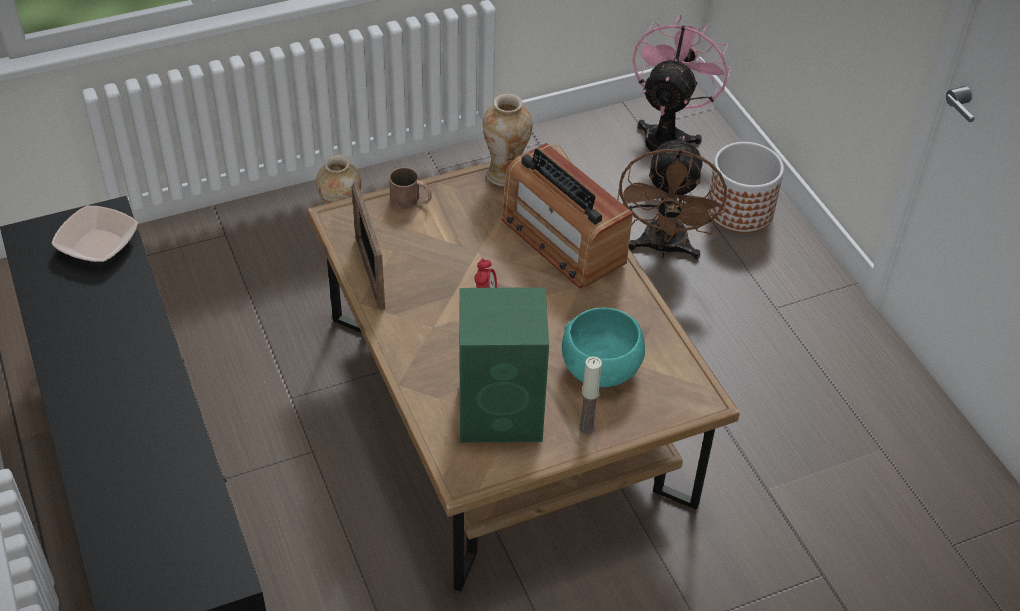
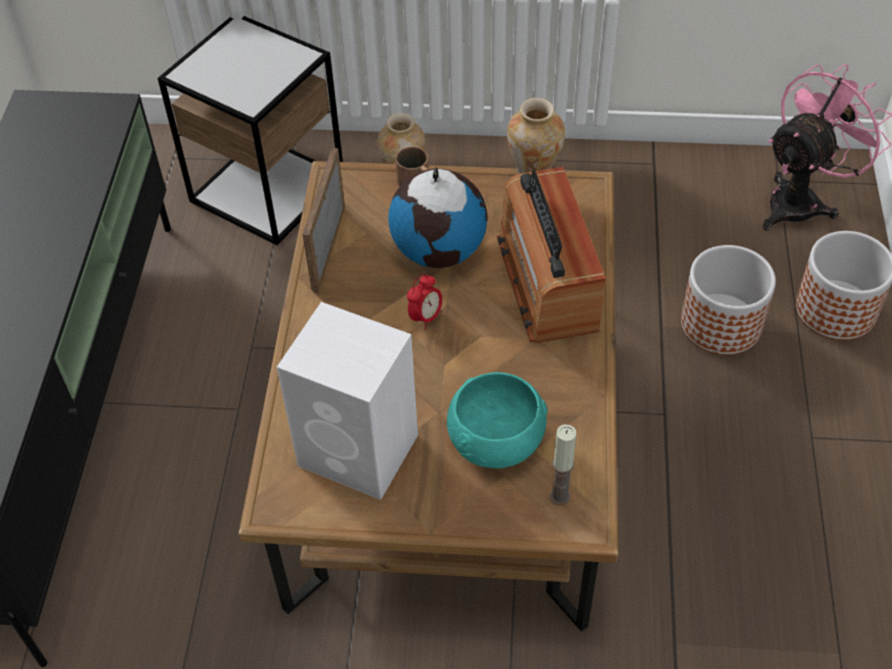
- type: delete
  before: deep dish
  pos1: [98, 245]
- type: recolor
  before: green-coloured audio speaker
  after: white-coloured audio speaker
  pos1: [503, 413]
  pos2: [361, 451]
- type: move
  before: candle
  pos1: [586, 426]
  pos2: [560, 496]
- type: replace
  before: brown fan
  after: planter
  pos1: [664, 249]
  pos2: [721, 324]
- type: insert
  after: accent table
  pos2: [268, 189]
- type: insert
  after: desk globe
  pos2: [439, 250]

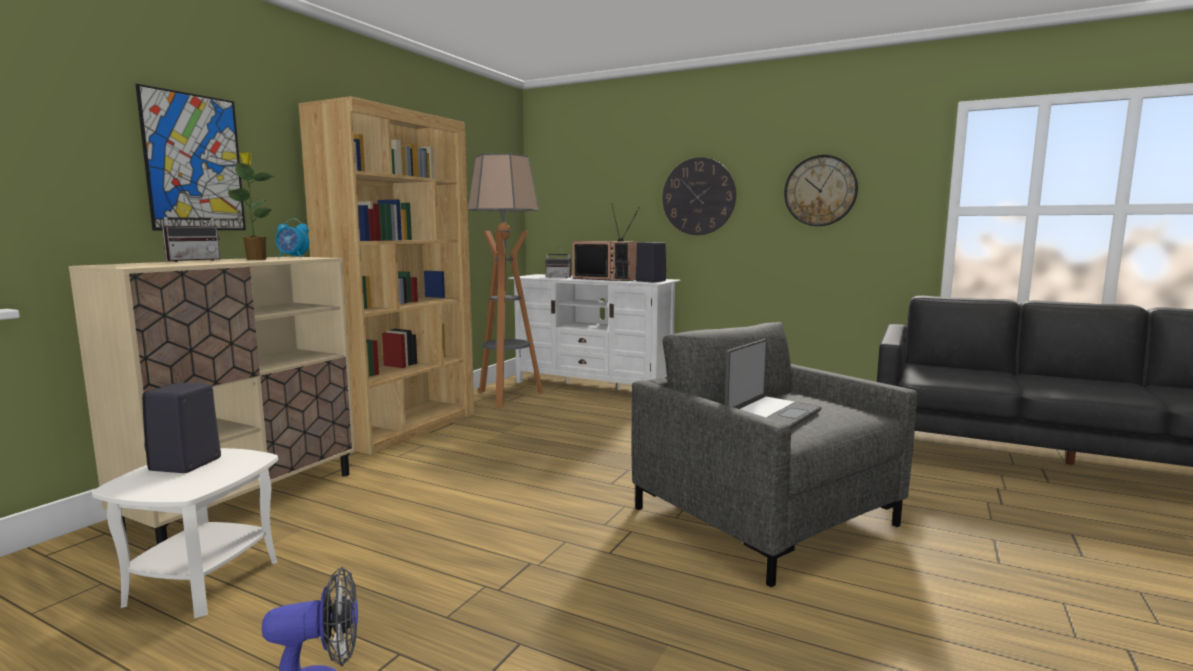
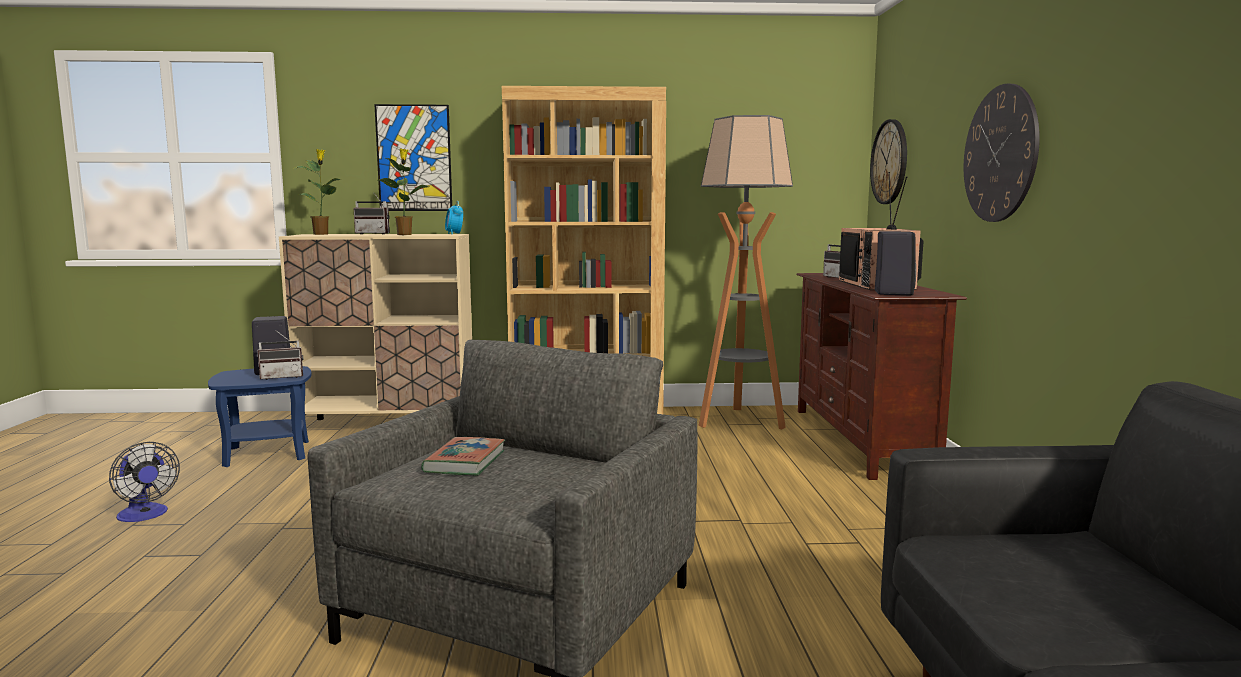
- type: recolor
  before: white-coloured accent table
  after: bluish accent table
  pos1: [203, 581]
  pos2: [267, 453]
- type: recolor
  before: white-coloured tv stand
  after: brown tv stand
  pos1: [593, 386]
  pos2: [861, 440]
- type: replace
  before: portable computer
  after: book
  pos1: [771, 414]
  pos2: [465, 462]
- type: move
  before: wall clock
  pos1: [820, 191]
  pos2: [890, 162]
- type: insert
  after: radio set
  pos2: [282, 377]
- type: insert
  after: plant in a pot
  pos2: [322, 234]

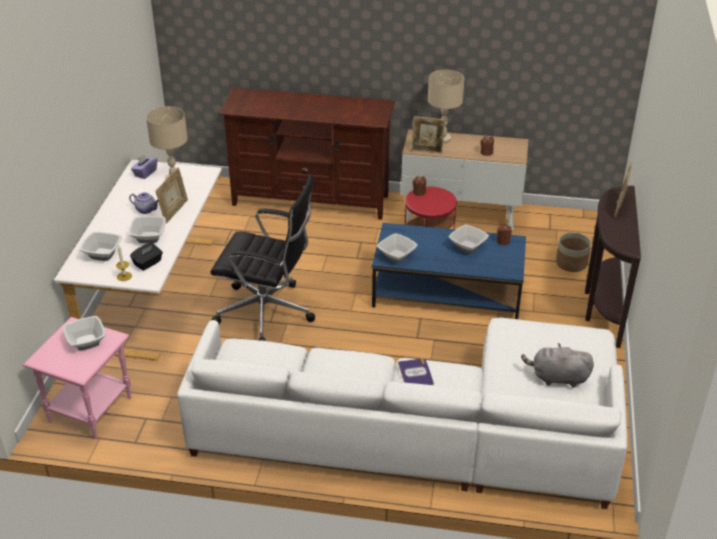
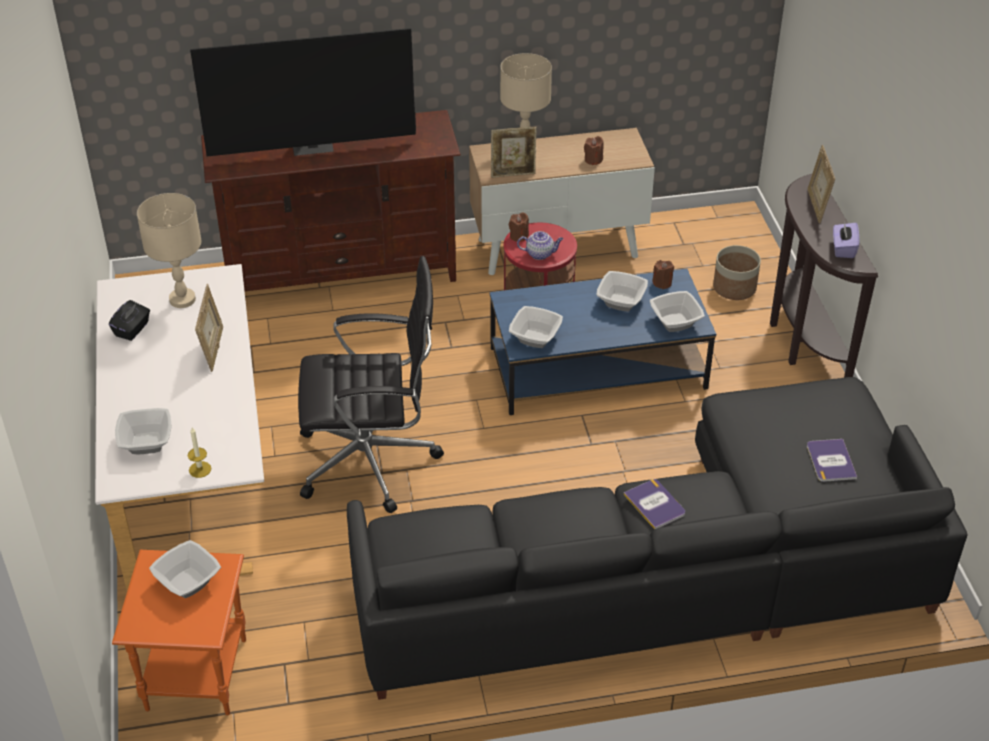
- type: recolor
  before: pinkish accent table
  after: orangey accent table
  pos1: [91, 409]
  pos2: [197, 673]
- type: move
  before: pot for tea
  pos1: [146, 210]
  pos2: [540, 254]
- type: move
  before: deep dish
  pos1: [148, 237]
  pos2: [674, 322]
- type: move
  before: black-coloured tissue holder
  pos1: [148, 263]
  pos2: [132, 329]
- type: move
  before: purple tissue holder
  pos1: [145, 173]
  pos2: [843, 249]
- type: recolor
  before: white-coloured couch
  after: black-coloured couch
  pos1: [427, 432]
  pos2: [672, 574]
- type: replace
  before: gray soft toy
  after: book
  pos1: [557, 378]
  pos2: [830, 461]
- type: insert
  after: television
  pos2: [313, 146]

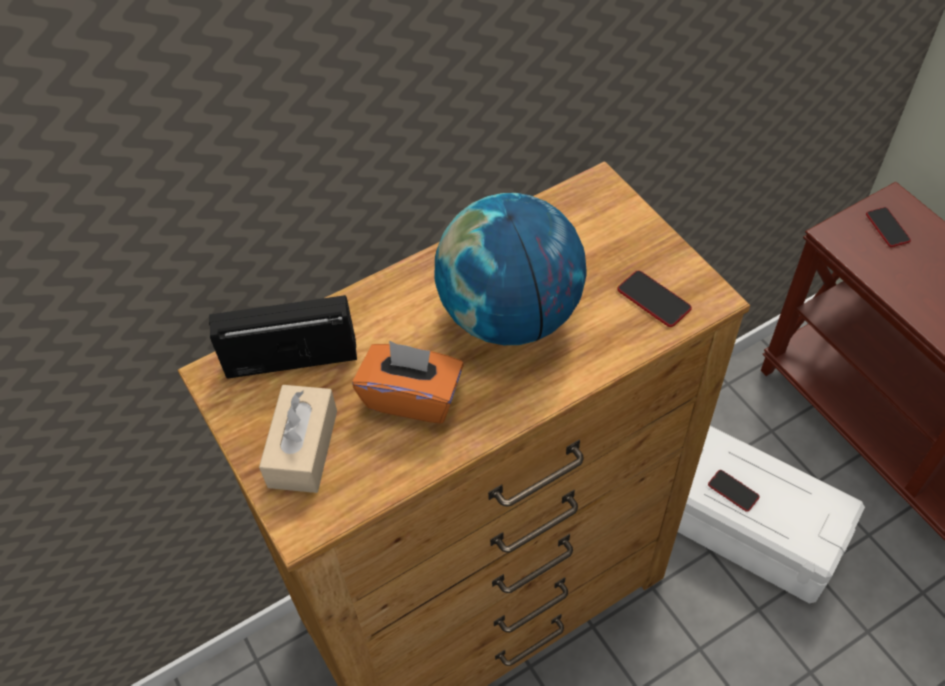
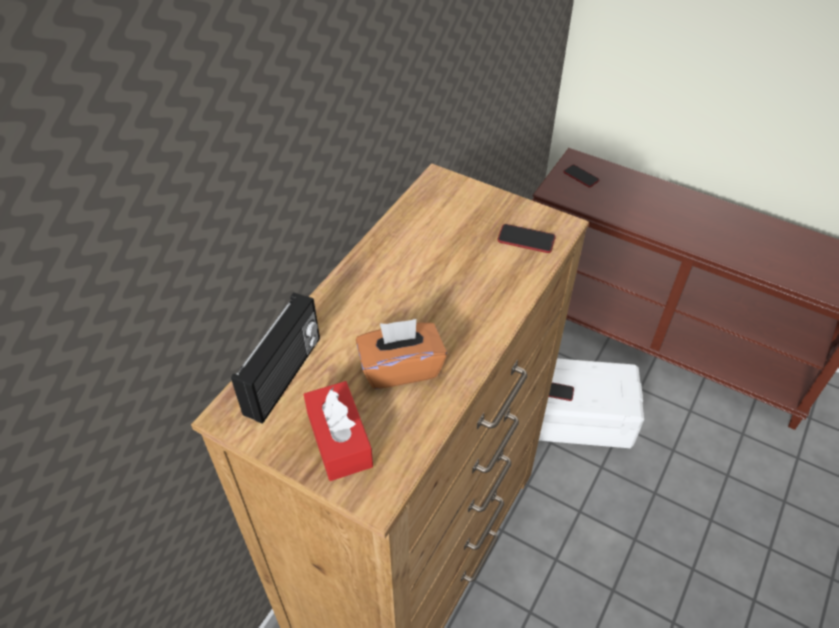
- type: rotate
  before: radio set
  pos1: [291, 357]
  pos2: [285, 376]
  turn: 150
- type: recolor
  before: beige tissue holder
  after: red tissue holder
  pos1: [303, 448]
  pos2: [339, 439]
- type: delete
  before: desk globe
  pos1: [510, 315]

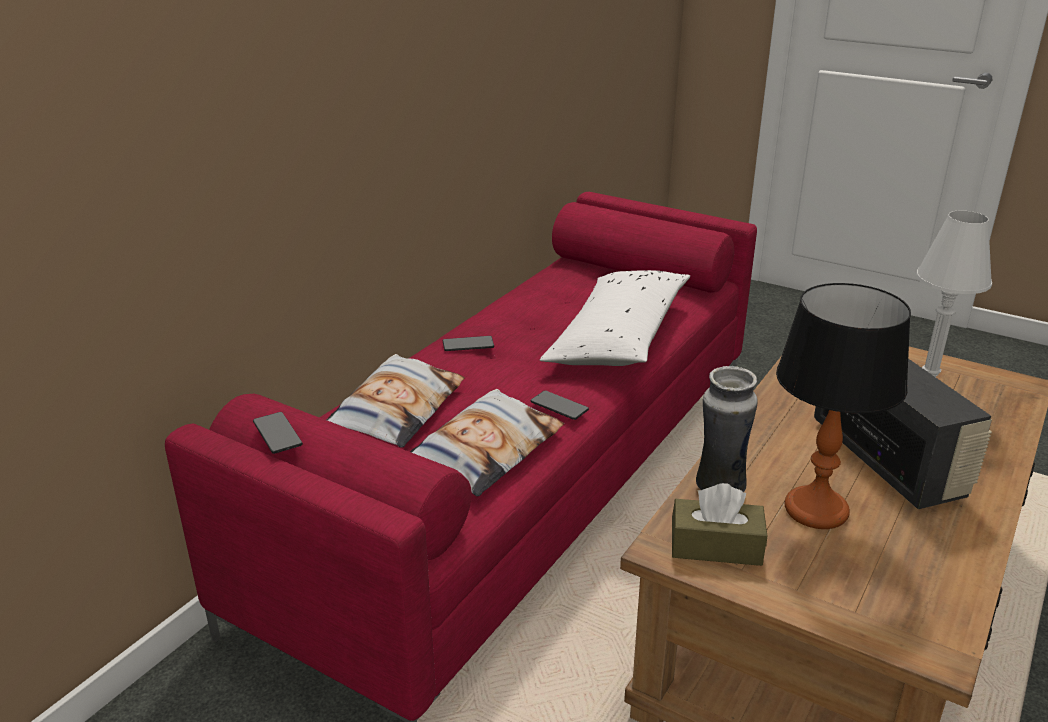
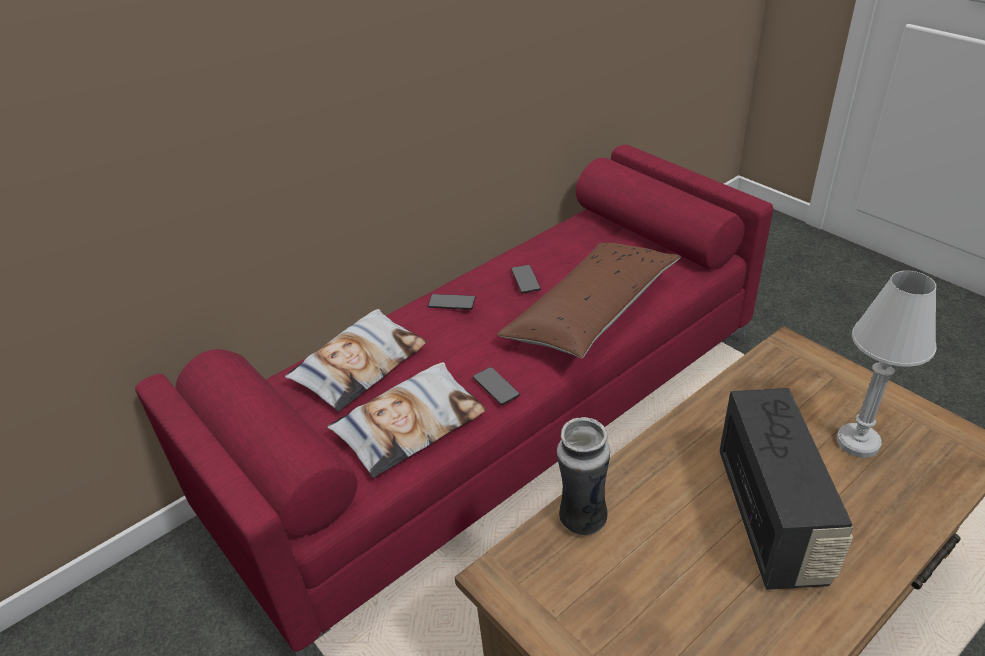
- type: move
  before: phone
  pos1: [277, 434]
  pos2: [525, 279]
- type: recolor
  before: white-coloured throw pillow
  after: brown throw pillow
  pos1: [618, 337]
  pos2: [591, 313]
- type: delete
  before: brown tissue holder
  pos1: [716, 546]
- type: delete
  before: tabletop lamp
  pos1: [817, 510]

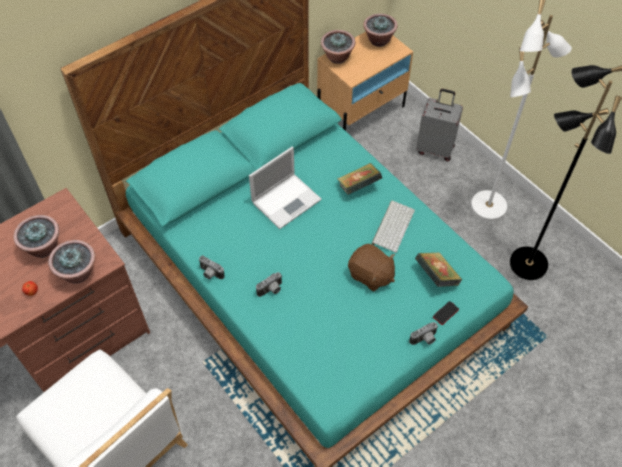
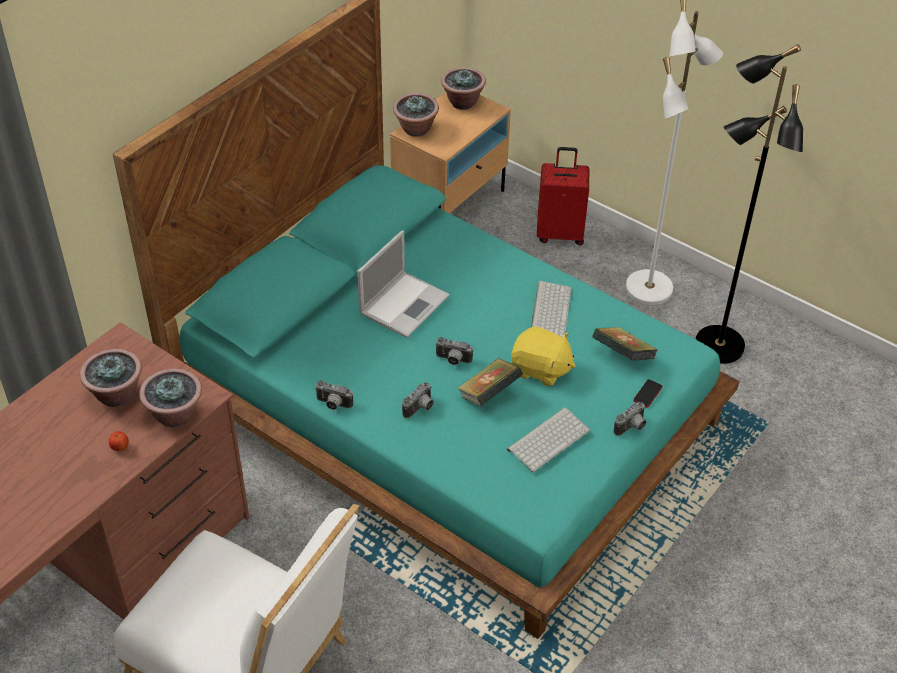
- type: move
  before: book
  pos1: [358, 186]
  pos2: [489, 394]
- type: recolor
  before: brown soft toy
  after: yellowish soft toy
  pos1: [370, 275]
  pos2: [540, 369]
- type: recolor
  before: gray suitcase
  after: red suitcase
  pos1: [435, 149]
  pos2: [560, 233]
- type: insert
  after: photo camera
  pos2: [452, 360]
- type: insert
  after: PC keyboard
  pos2: [548, 438]

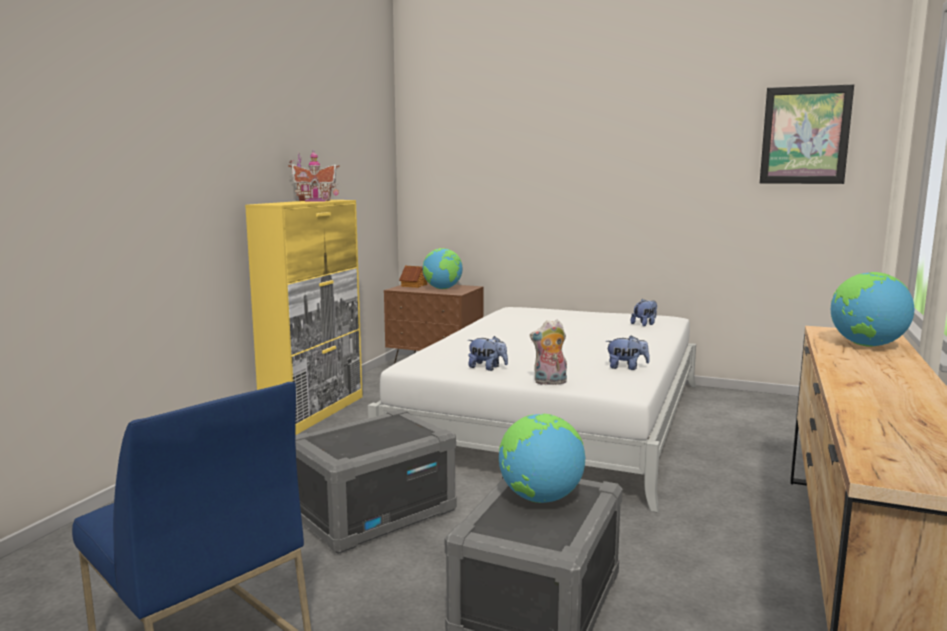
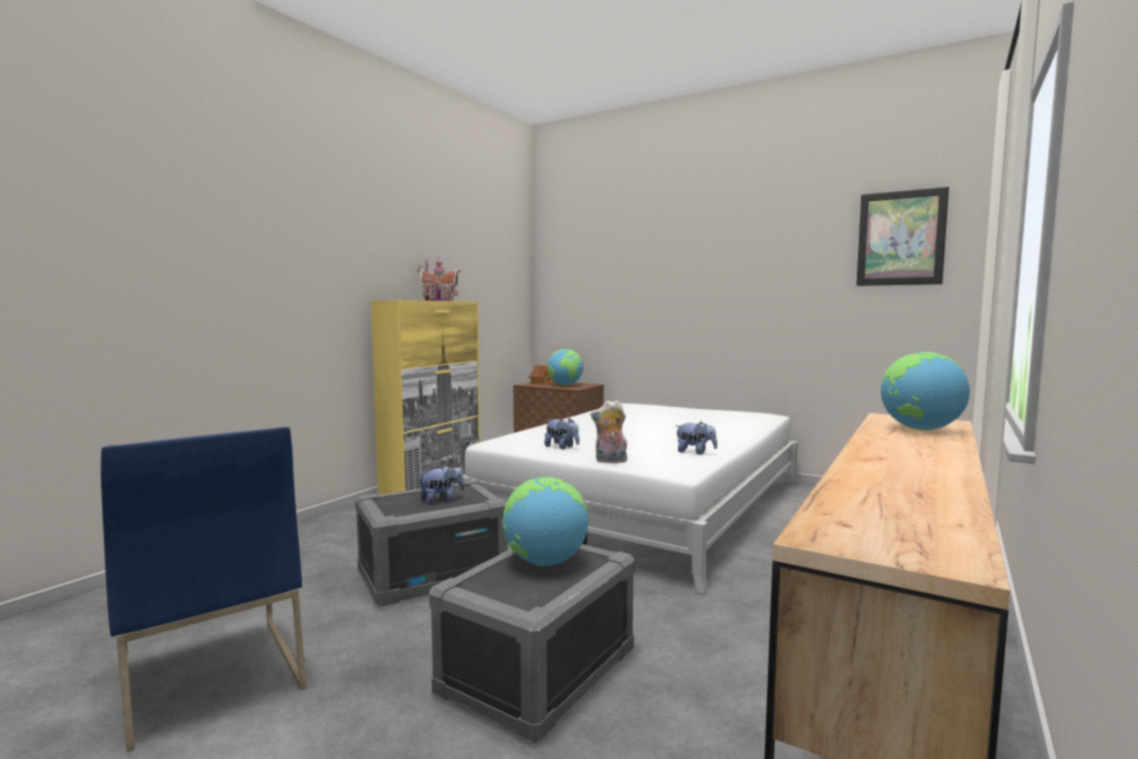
- type: move
  before: soft toy
  pos1: [644, 324]
  pos2: [441, 500]

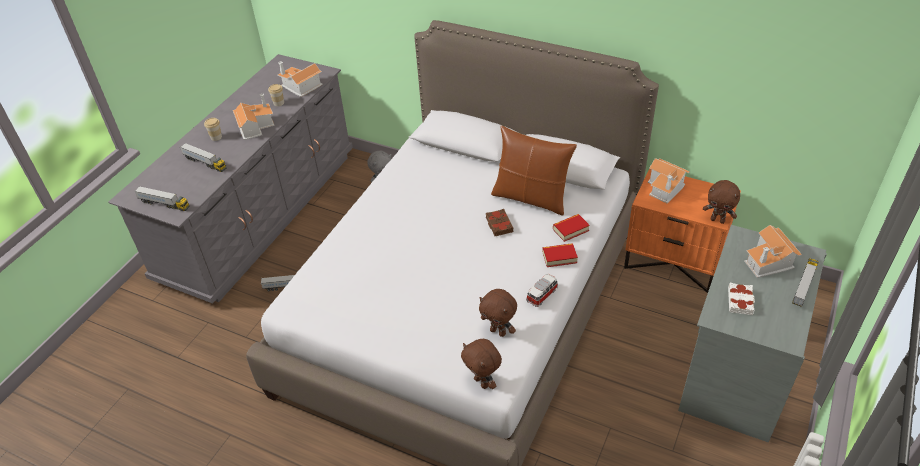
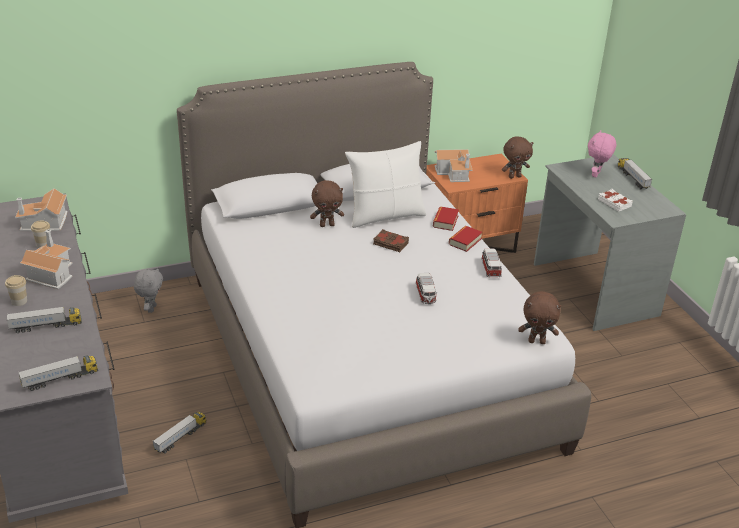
- type: move
  before: brown soft toy
  pos1: [498, 331]
  pos2: [327, 225]
- type: recolor
  before: brown throw pillow
  after: white-coloured throw pillow
  pos1: [531, 198]
  pos2: [385, 216]
- type: replace
  before: toy house
  after: pinkish soft toy
  pos1: [769, 262]
  pos2: [596, 175]
- type: insert
  after: toy car
  pos2: [425, 295]

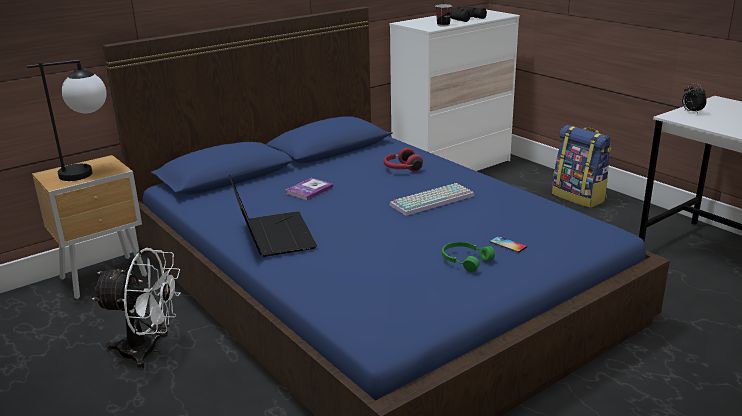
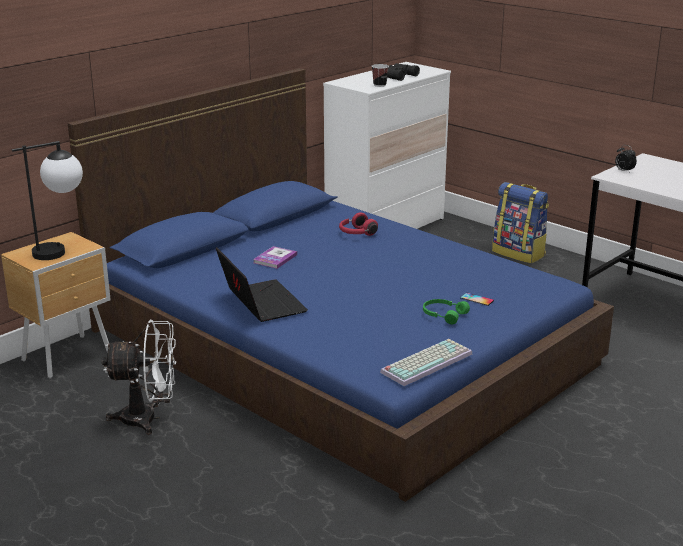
- type: move
  before: PC keyboard
  pos1: [432, 199]
  pos2: [426, 362]

